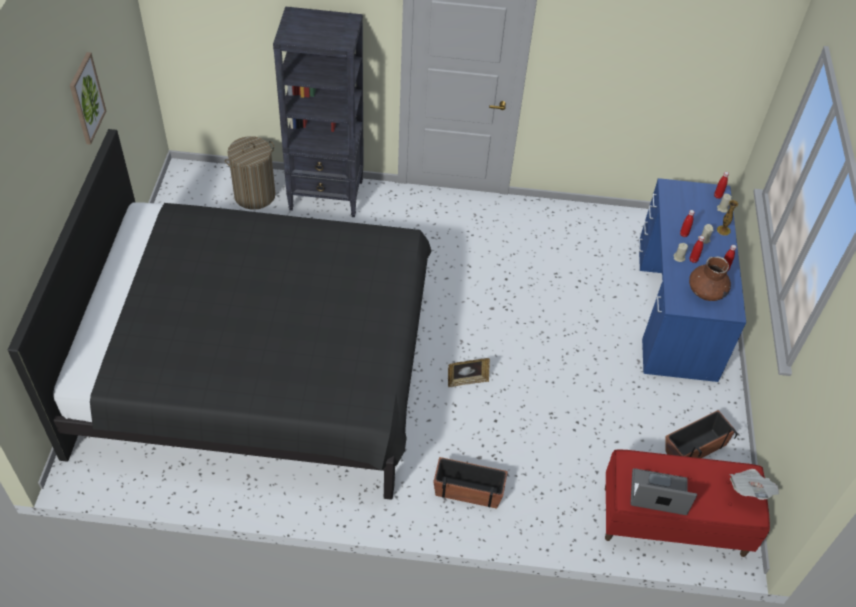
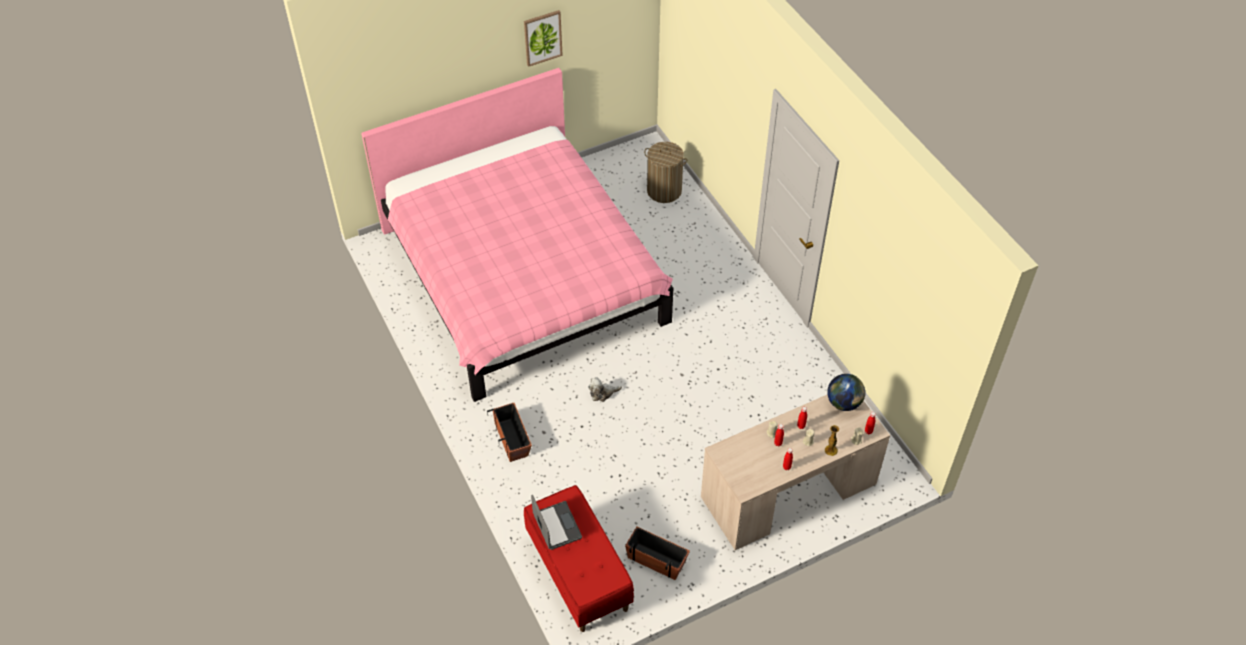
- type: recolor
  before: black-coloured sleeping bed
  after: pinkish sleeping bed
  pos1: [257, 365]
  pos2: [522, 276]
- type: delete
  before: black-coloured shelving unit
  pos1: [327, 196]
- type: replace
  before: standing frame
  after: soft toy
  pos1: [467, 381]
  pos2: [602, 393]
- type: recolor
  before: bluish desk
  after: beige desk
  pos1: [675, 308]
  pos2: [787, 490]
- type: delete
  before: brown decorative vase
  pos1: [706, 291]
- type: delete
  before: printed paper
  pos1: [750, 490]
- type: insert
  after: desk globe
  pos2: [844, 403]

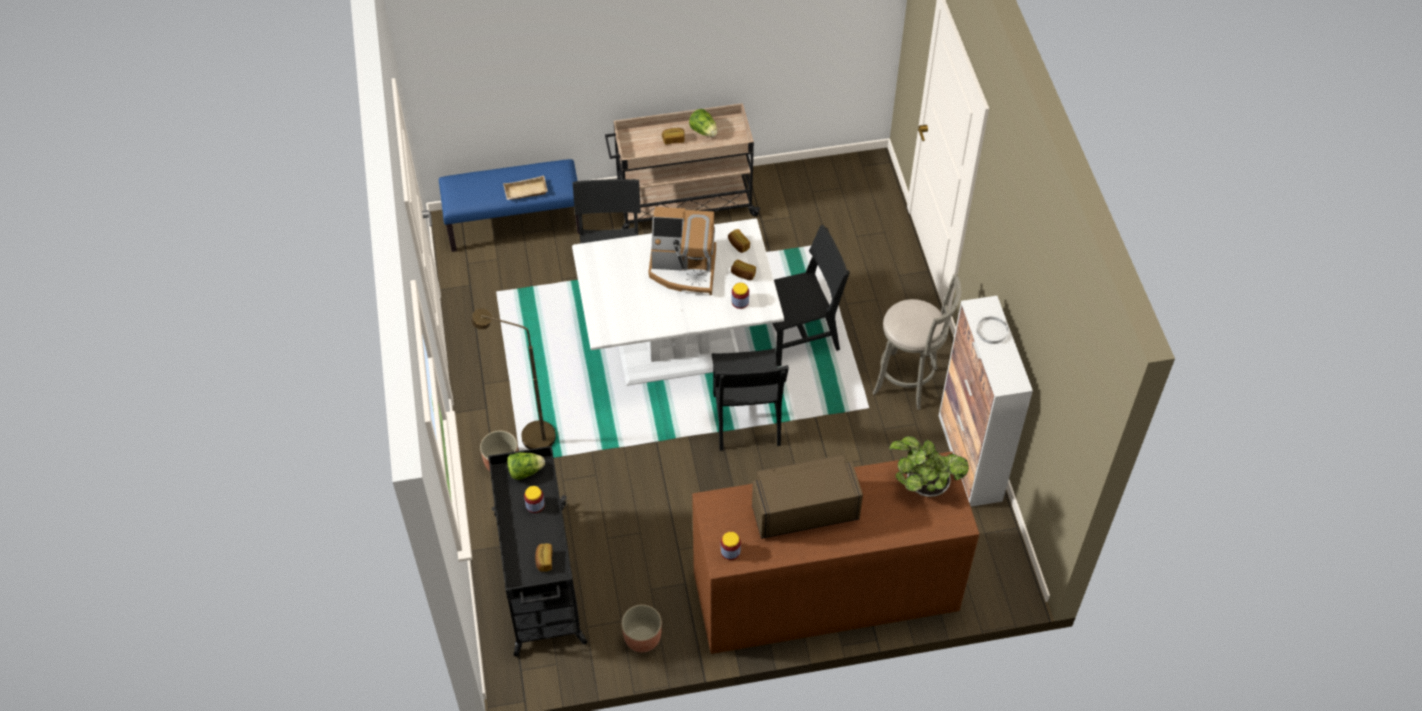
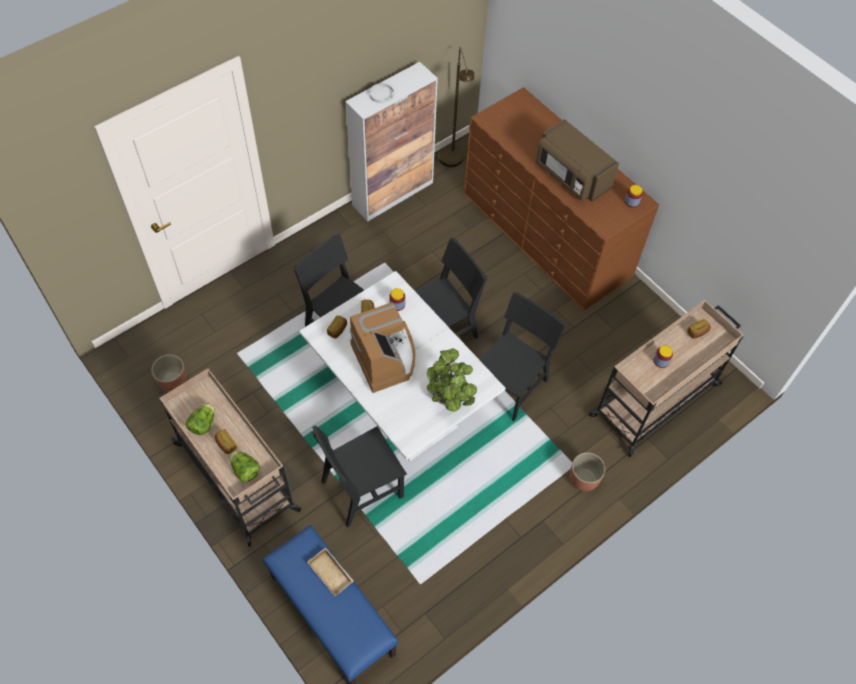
- type: move
  before: brown standing lamp
  pos1: [529, 436]
  pos2: [453, 163]
- type: recolor
  before: black-coloured cart
  after: beige cart
  pos1: [540, 580]
  pos2: [656, 399]
- type: move
  before: head of lettuce
  pos1: [525, 471]
  pos2: [245, 470]
- type: move
  before: planter
  pos1: [642, 638]
  pos2: [173, 381]
- type: delete
  before: gray stool seat
  pos1: [909, 382]
- type: move
  before: plant in a pot
  pos1: [923, 485]
  pos2: [449, 399]
- type: insert
  after: black-coloured chair
  pos2: [510, 386]

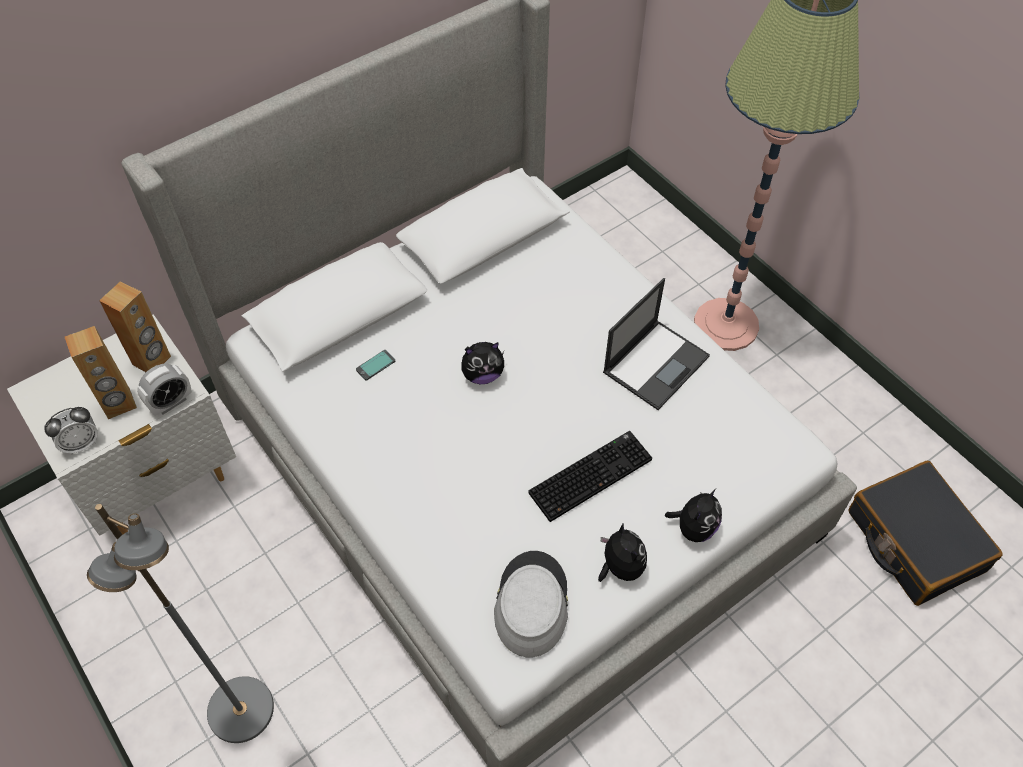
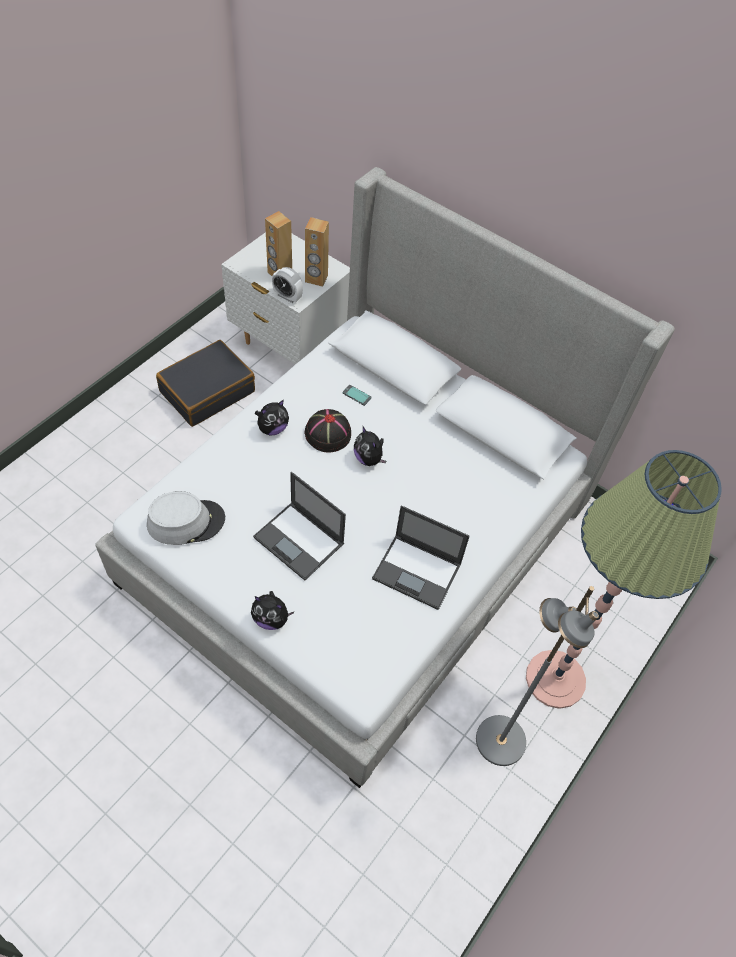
- type: delete
  before: table clock
  pos1: [81, 443]
- type: move
  before: gray standing lamp
  pos1: [240, 711]
  pos2: [499, 741]
- type: replace
  before: PC keyboard
  after: portable computer
  pos1: [590, 474]
  pos2: [300, 541]
- type: move
  before: soft toy
  pos1: [620, 567]
  pos2: [272, 428]
- type: move
  before: black-coloured suitcase
  pos1: [914, 541]
  pos2: [207, 391]
- type: insert
  after: black-coloured clothing hat
  pos2: [327, 434]

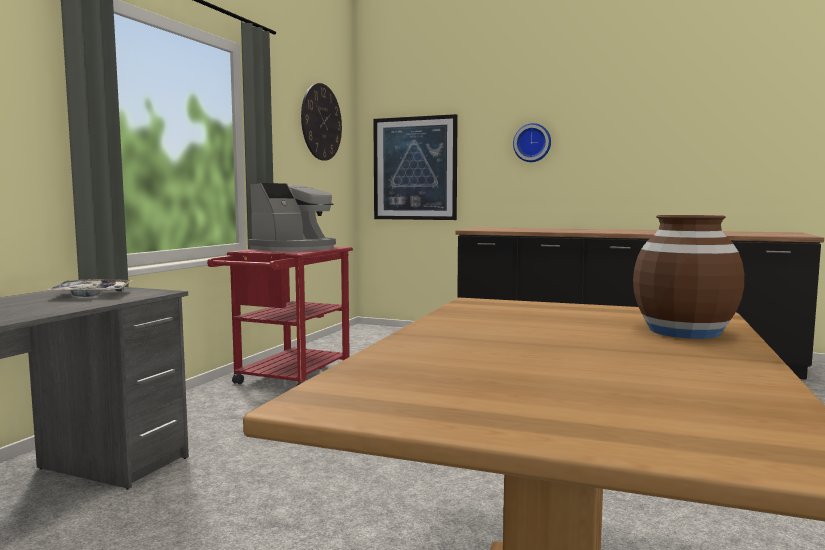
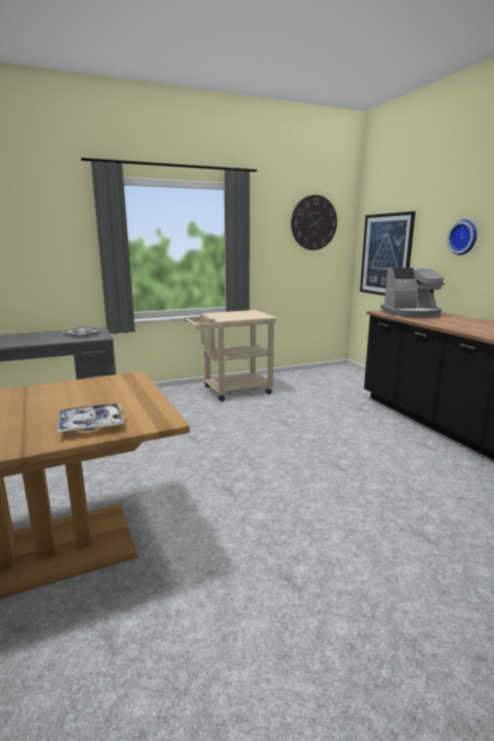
- type: recolor
  before: red cart
  after: beige cart
  pos1: [288, 379]
  pos2: [231, 391]
- type: move
  before: coffee machine
  pos1: [295, 248]
  pos2: [411, 313]
- type: replace
  before: brown decorative vase
  after: tray
  pos1: [685, 331]
  pos2: [91, 424]

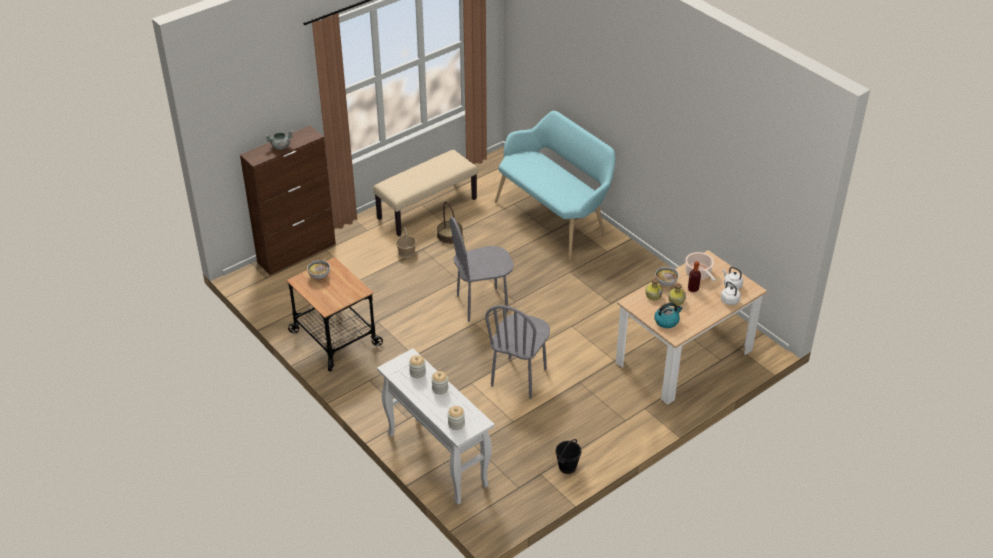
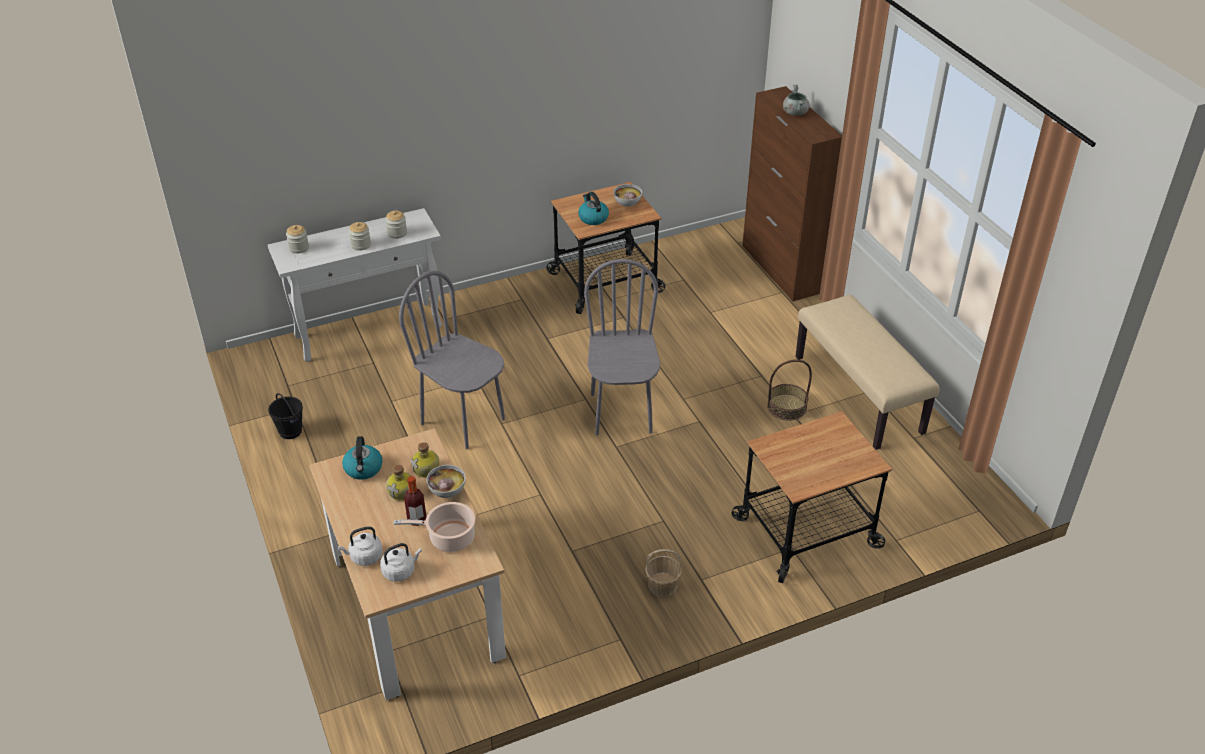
- type: move
  before: basket
  pos1: [406, 252]
  pos2: [663, 585]
- type: replace
  before: blue-green bench
  after: cart
  pos1: [554, 218]
  pos2: [807, 533]
- type: insert
  after: water kettle
  pos2: [593, 218]

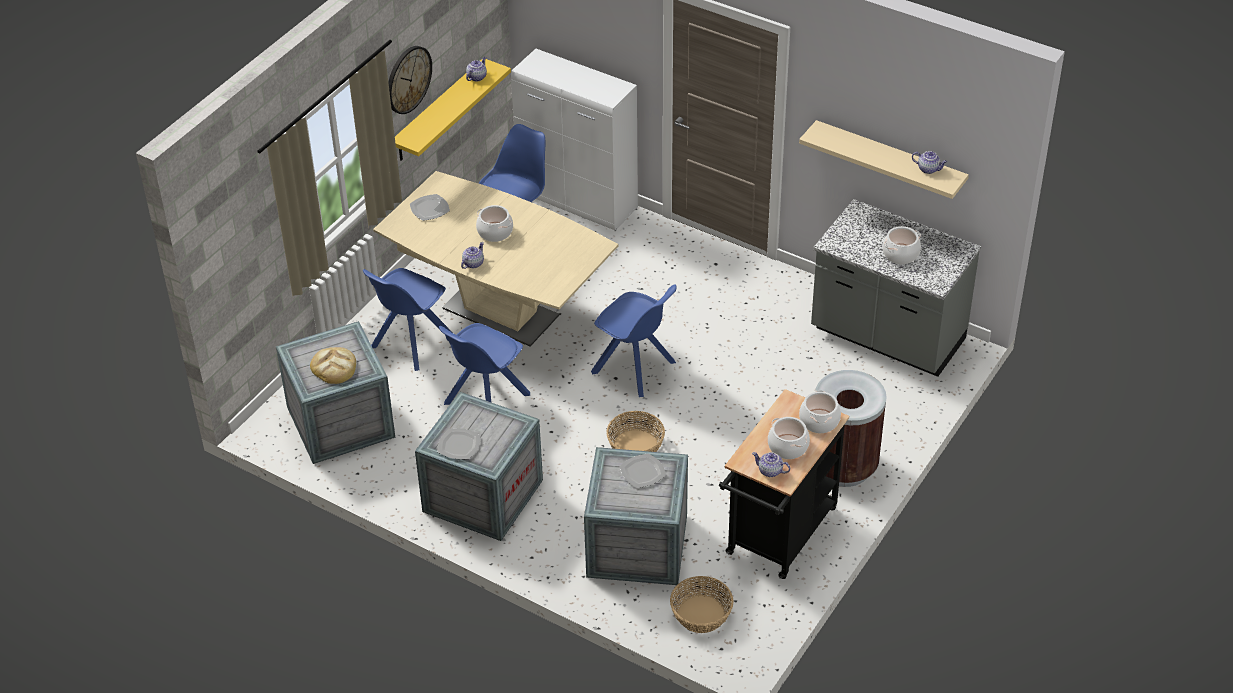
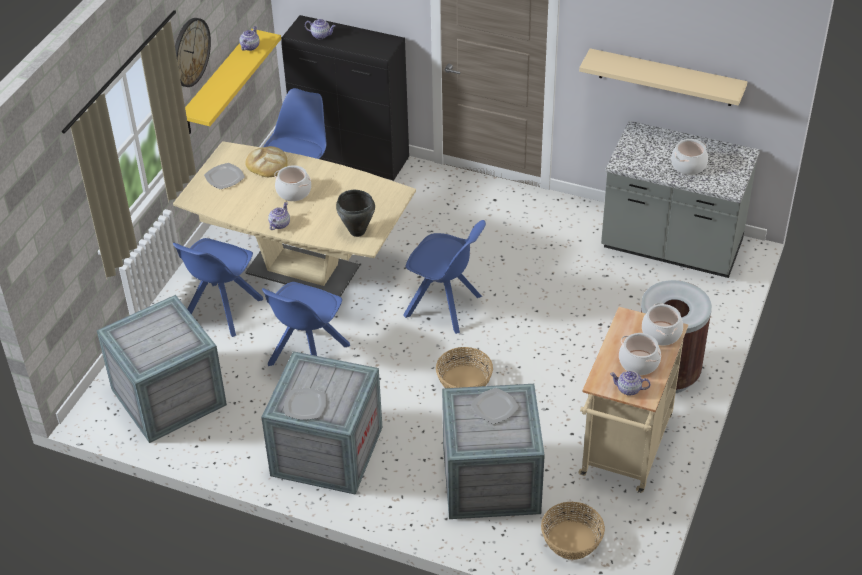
- type: move
  before: bread
  pos1: [334, 367]
  pos2: [267, 164]
- type: recolor
  before: white-coloured storage cabinet
  after: black-coloured storage cabinet
  pos1: [578, 202]
  pos2: [352, 158]
- type: recolor
  before: black-coloured cart
  after: beige cart
  pos1: [778, 537]
  pos2: [624, 452]
- type: move
  before: pot for tea
  pos1: [928, 169]
  pos2: [321, 35]
- type: insert
  after: black-coloured cooking pot
  pos2: [357, 232]

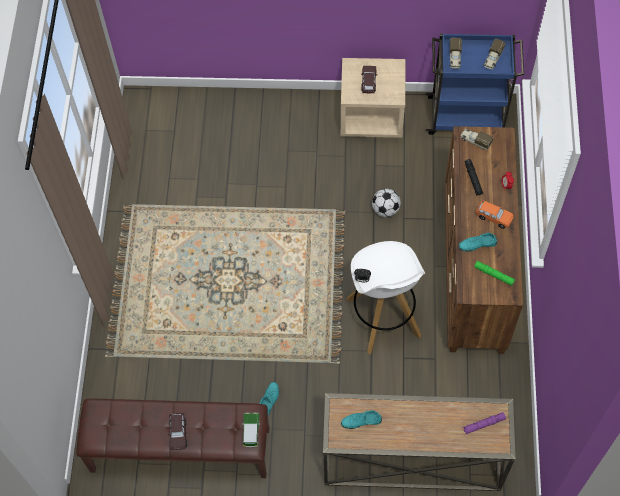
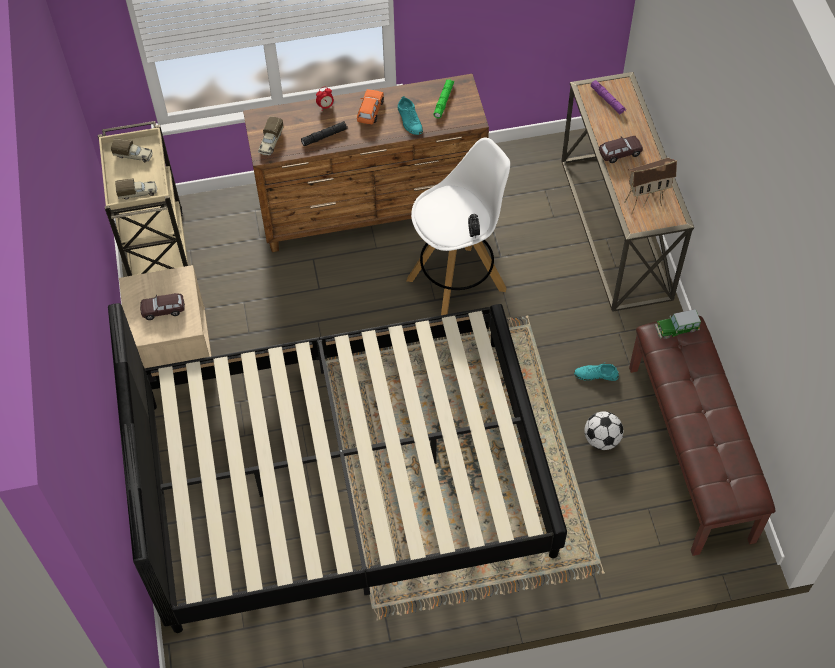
- type: move
  before: brown toy car
  pos1: [178, 433]
  pos2: [620, 153]
- type: replace
  before: blue-green item of footwear
  after: toy house
  pos1: [361, 421]
  pos2: [645, 201]
- type: move
  before: ball for football
  pos1: [385, 209]
  pos2: [601, 439]
- type: recolor
  before: bluish cart
  after: beige cart
  pos1: [467, 116]
  pos2: [157, 250]
- type: insert
  after: black-coloured sleeping bed
  pos2: [344, 478]

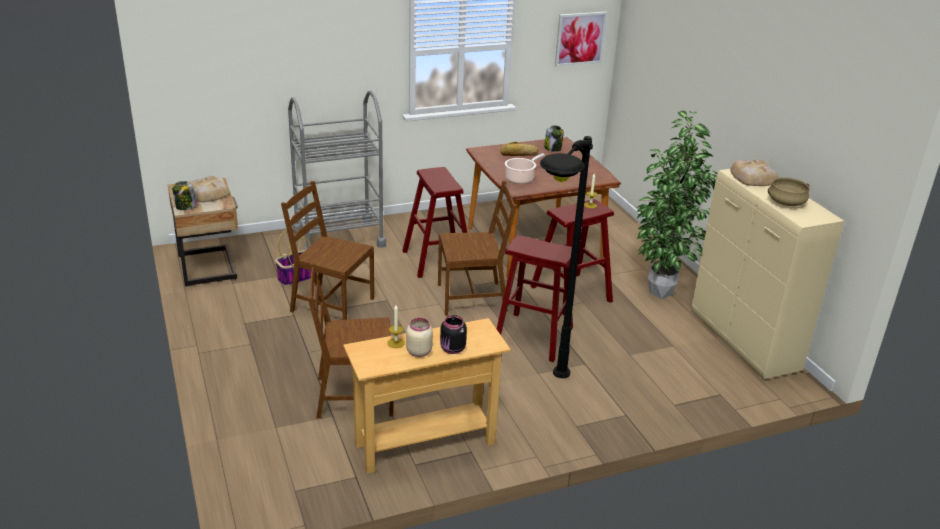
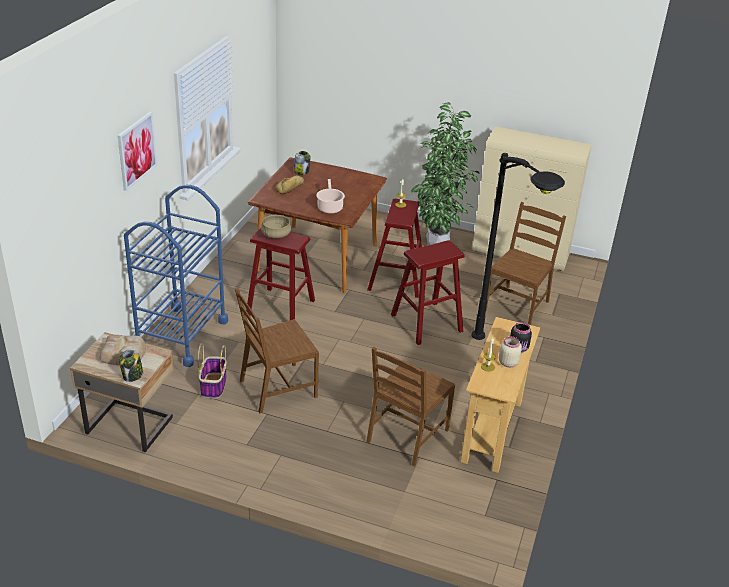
- type: recolor
  before: gray cart
  after: bluish cart
  pos1: [339, 238]
  pos2: [182, 335]
- type: move
  before: brown chair
  pos1: [472, 298]
  pos2: [517, 306]
- type: move
  before: picture
  pos1: [580, 38]
  pos2: [137, 150]
- type: delete
  before: bread
  pos1: [753, 177]
- type: move
  before: beige cooking pot
  pos1: [786, 202]
  pos2: [275, 234]

